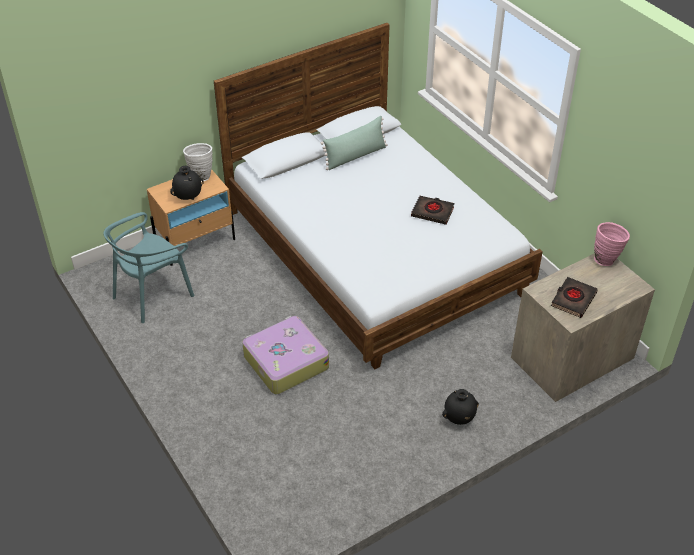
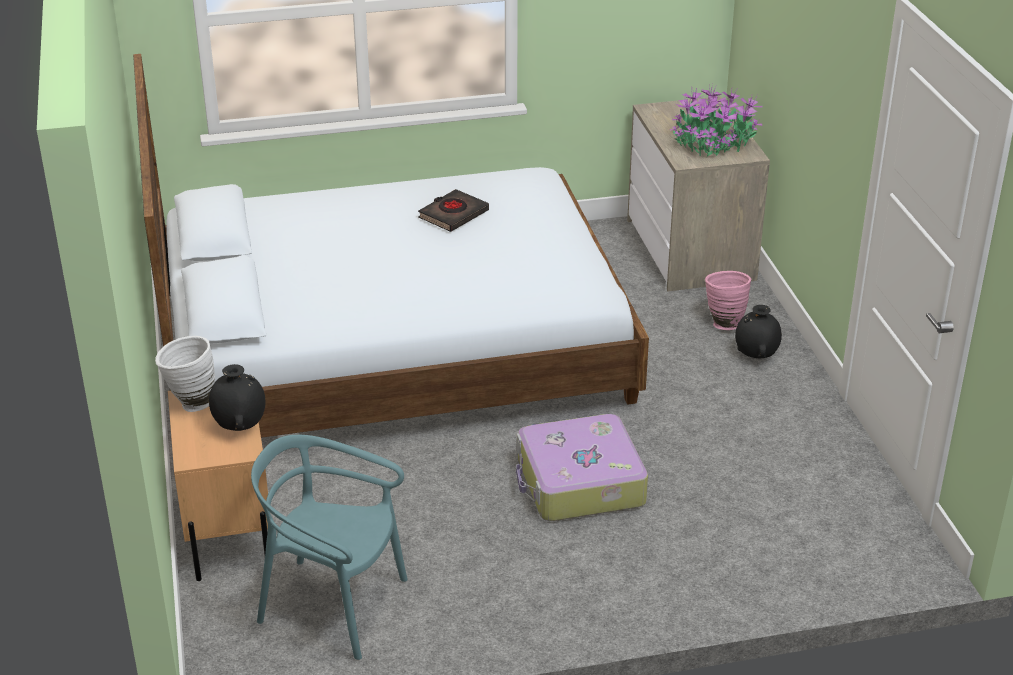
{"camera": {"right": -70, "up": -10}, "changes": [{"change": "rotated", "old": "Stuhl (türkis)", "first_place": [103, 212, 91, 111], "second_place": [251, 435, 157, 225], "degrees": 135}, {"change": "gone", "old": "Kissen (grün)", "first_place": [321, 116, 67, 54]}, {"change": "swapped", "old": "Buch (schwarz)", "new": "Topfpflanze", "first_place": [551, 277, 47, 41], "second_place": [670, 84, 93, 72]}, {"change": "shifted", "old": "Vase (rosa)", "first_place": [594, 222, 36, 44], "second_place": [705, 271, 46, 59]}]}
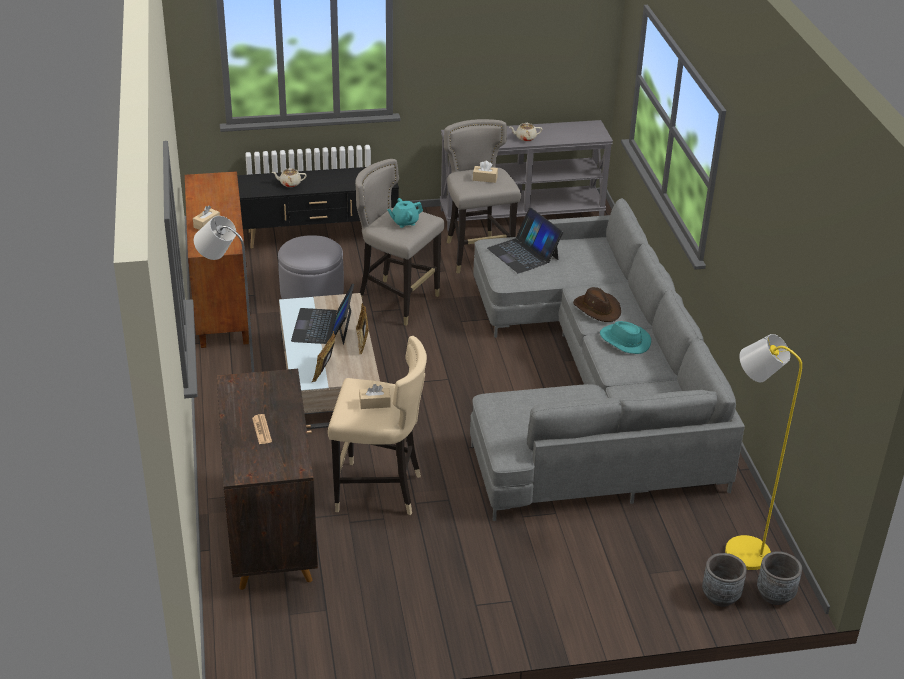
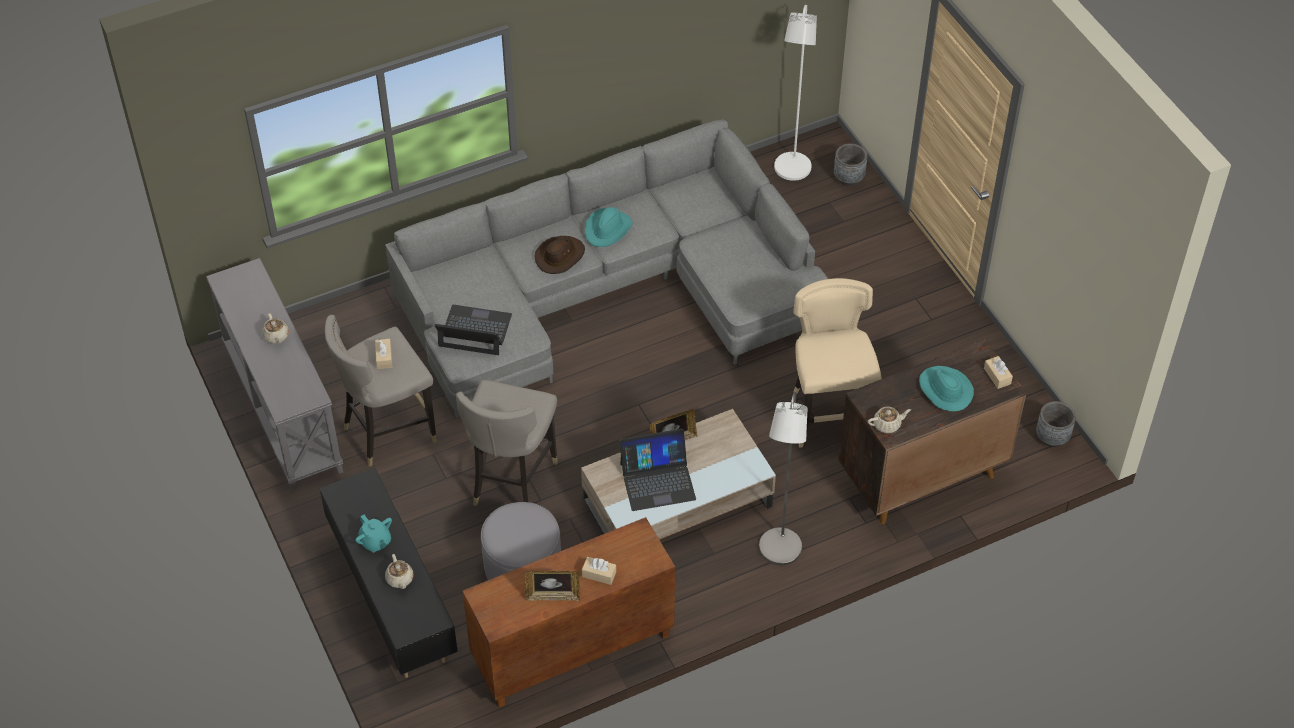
{"camera": {"right": -105, "up": 15}, "changes": [{"change": "swapped", "old": "Zeitung", "new": "Hut (türkis)", "first_place": [252, 414, 20, 30], "second_place": [919, 366, 55, 46]}, {"change": "shifted", "old": "Bilderrahmen", "first_place": [312, 331, 23, 51], "second_place": [525, 571, 55, 30]}, {"change": "shifted", "old": "Taschentuchbox (beige)", "first_place": [359, 384, 32, 25], "second_place": [984, 356, 29, 33]}, {"change": "shifted", "old": "Teekanne (türkis)", "first_place": [387, 198, 36, 30], "second_place": [355, 515, 37, 37]}, {"change": "rotated", "old": "Laptop", "first_place": [487, 207, 76, 66], "second_place": [435, 305, 77, 50], "degrees": -120}, {"change": "repainted", "old": "Stehlampe (gelb)", "new": "Stehlampe (weiß)", "first_place": [725, 334, 77, 236], "second_place": [774, 5, 43, 176]}, {"change": "shifted", "old": "Pflanzkübel (grau)", "first_place": [757, 551, 45, 54], "second_place": [1036, 401, 40, 46]}, {"change": "new", "new": "Teekanne (beige)", "second_place": [868, 407, 43, 26]}]}
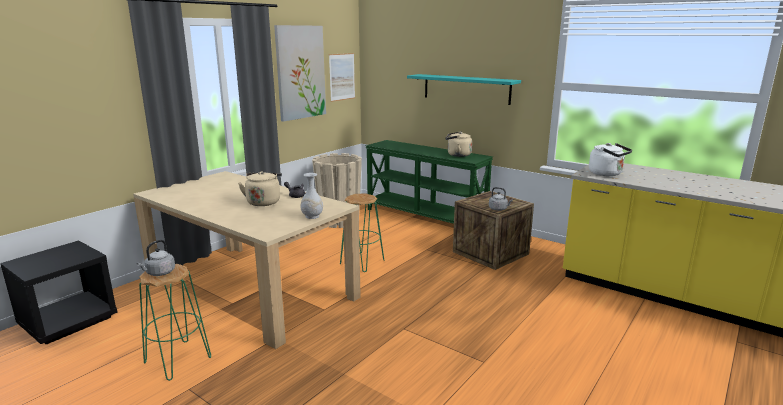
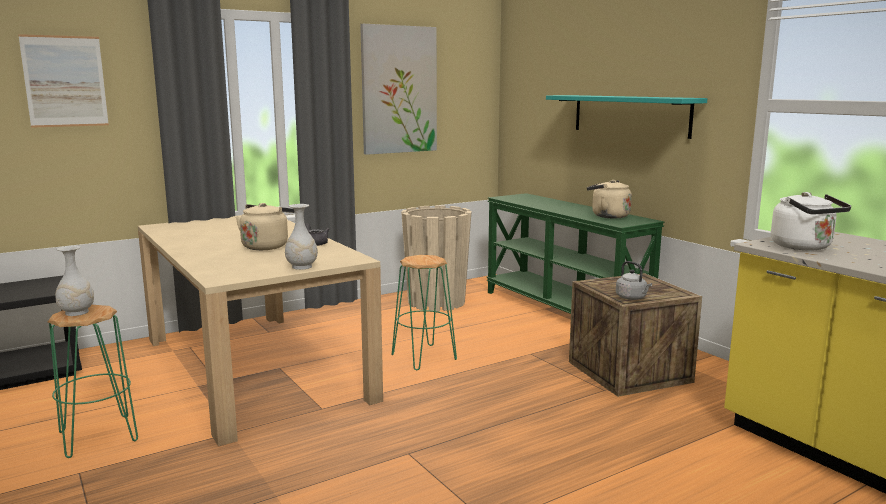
{"camera": {"right": 20, "up": -5}, "changes": [{"change": "swapped", "old": "Wasserkessel (grau)", "new": "Vase (weiß)", "first_place": [136, 240, 39, 36], "second_place": [55, 246, 39, 70]}, {"change": "shifted", "old": "Bild", "first_place": [329, 53, 26, 49], "second_place": [18, 34, 91, 94]}]}
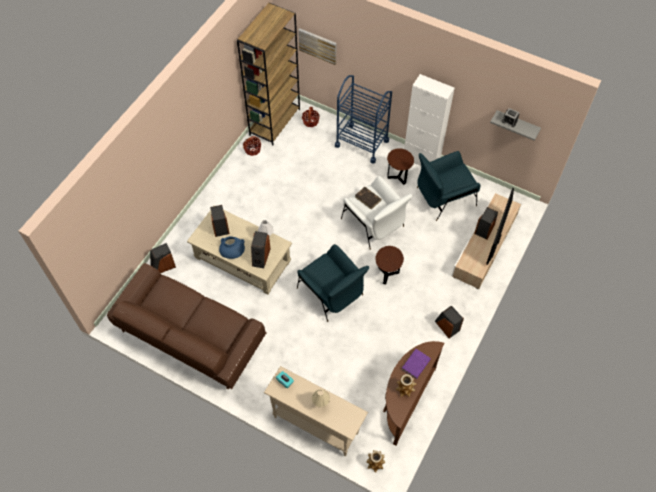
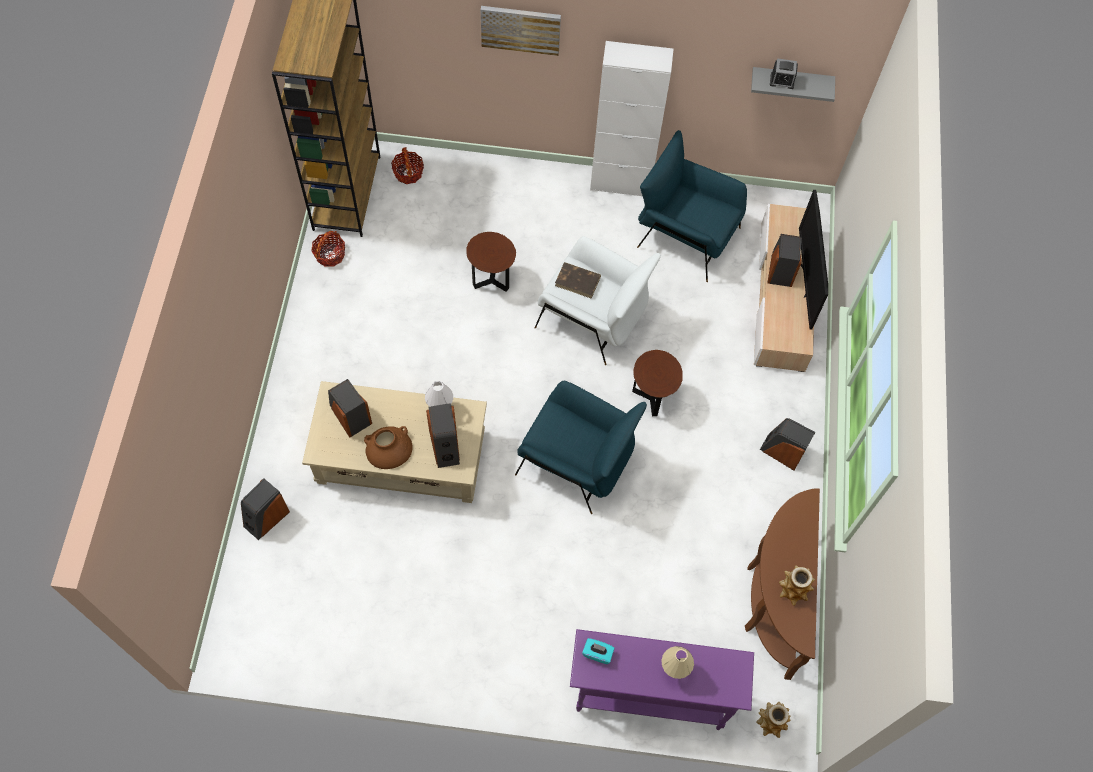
{"camera": {"right": -25, "up": 5}, "changes": [{"change": "gone", "old": "Sofa (braun)", "first_place": [107, 263, 160, 126]}, {"change": "repainted", "old": "Vase (blau)", "new": "Vase (braun)", "first_place": [219, 236, 26, 23], "second_place": [364, 426, 49, 43]}, {"change": "repainted", "old": "Konsolentisch (beige)", "new": "Konsolentisch (lila)", "first_place": [264, 366, 104, 90], "second_place": [570, 629, 184, 101]}, {"change": "shifted", "old": "Bild", "first_place": [298, 29, 38, 36], "second_place": [481, 6, 80, 50]}, {"change": "gone", "old": "Rollwagen (blau)", "first_place": [335, 75, 57, 88]}, {"change": "shifted", "old": "Beistelltisch (braun)", "first_place": [387, 148, 27, 37], "second_place": [466, 232, 50, 60]}, {"change": "gone", "old": "Buch (lila)", "first_place": [401, 349, 30, 30]}, {"change": "rotated", "old": "Sessel (blau)", "first_place": [417, 151, 64, 70], "second_place": [637, 130, 110, 152], "degrees": 75}]}
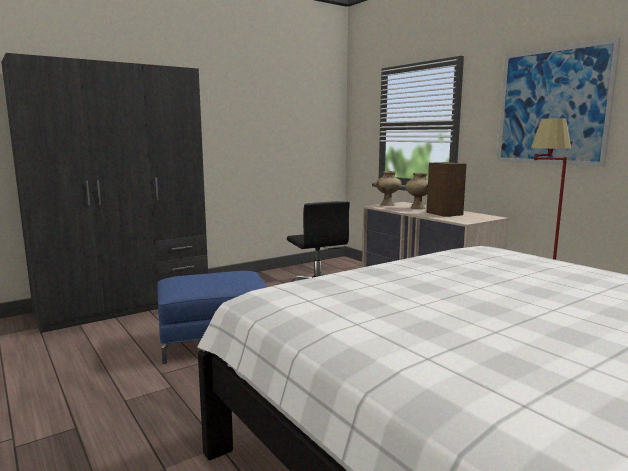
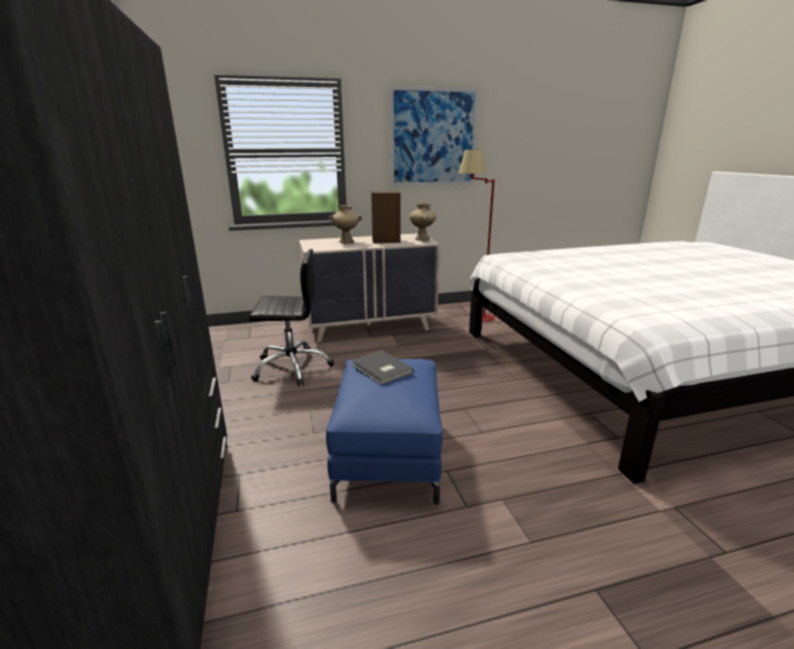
{"camera": {"right": -70, "up": 10}, "changes": [{"change": "shifted", "old": "Vase (beige)", "first_place": [375, 171, 27, 35], "second_place": [410, 203, 26, 38]}, {"change": "new", "new": "Buch (grau)", "second_place": [352, 350, 61, 35]}]}
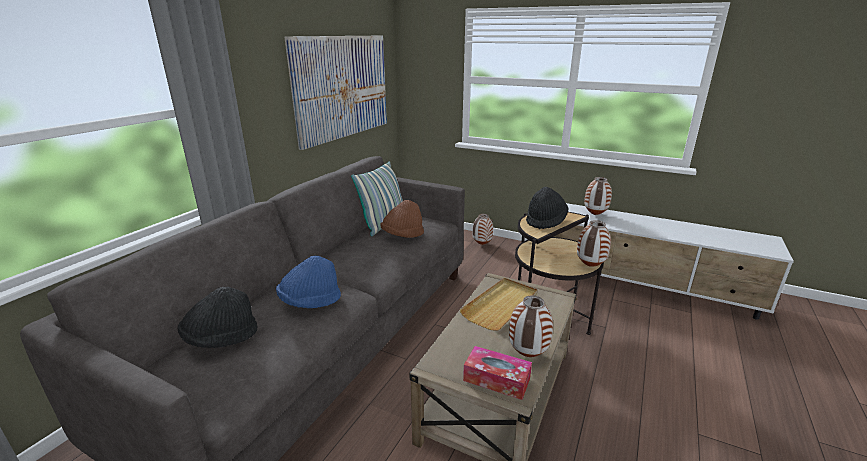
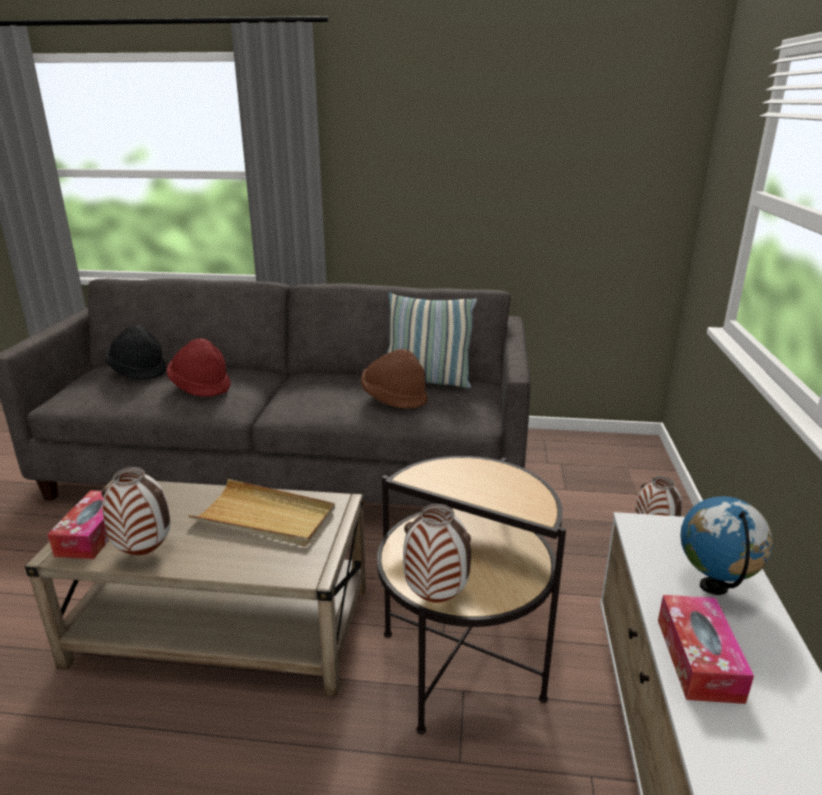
{"camera": {"right": 70, "up": 0}, "changes": [{"change": "repainted", "old": "Hut (blau)", "new": "Hut (rot)", "first_place": [276, 256, 65, 52], "second_place": [166, 339, 65, 58]}, {"change": "gone", "old": "Bild", "first_place": [284, 36, 103, 114]}, {"change": "gone", "old": "Hut (schwarz)", "first_place": [526, 187, 43, 42]}, {"change": "swapped", "old": "Vase", "new": "Globus", "first_place": [584, 177, 28, 38], "second_place": [681, 496, 92, 99]}, {"change": "new", "new": "Taschentuchbox", "second_place": [658, 595, 96, 109]}]}
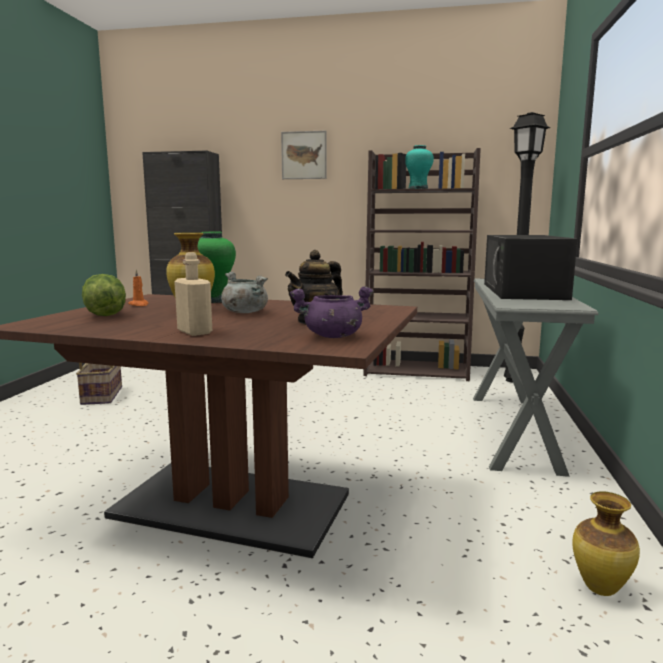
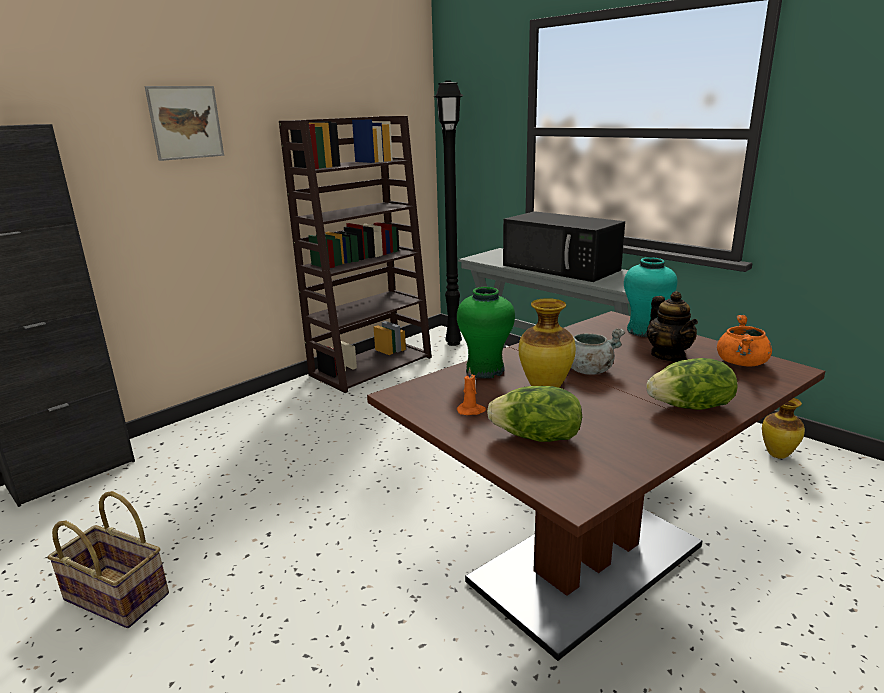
{"camera": {"right": -55, "up": 10}, "changes": [{"change": "swapped", "old": "Flasche (beige)", "new": "Salatkopf", "first_place": [174, 252, 38, 84], "second_place": [646, 358, 92, 52]}, {"change": "repainted", "old": "Kochtopf (lila)", "new": "Kochtopf (orange)", "first_place": [290, 286, 83, 52], "second_place": [717, 315, 55, 52]}, {"change": "shifted", "old": "Vase (türkis)", "first_place": [406, 145, 28, 44], "second_place": [624, 257, 53, 80]}]}
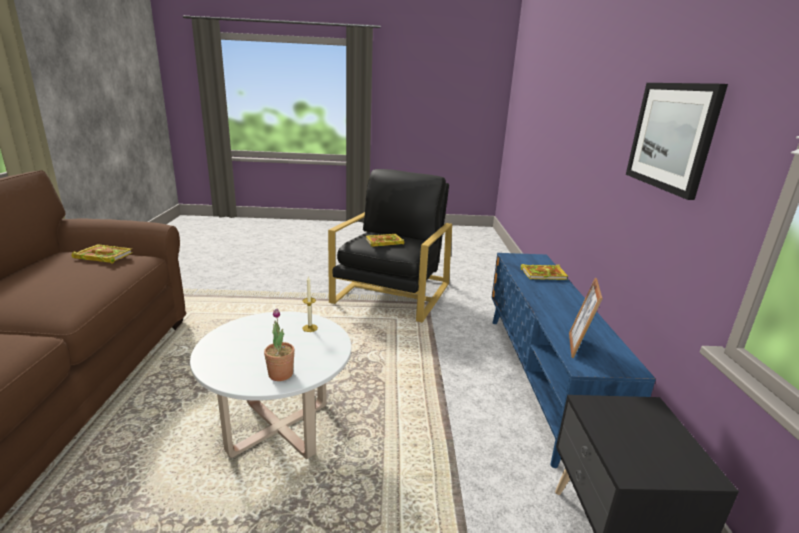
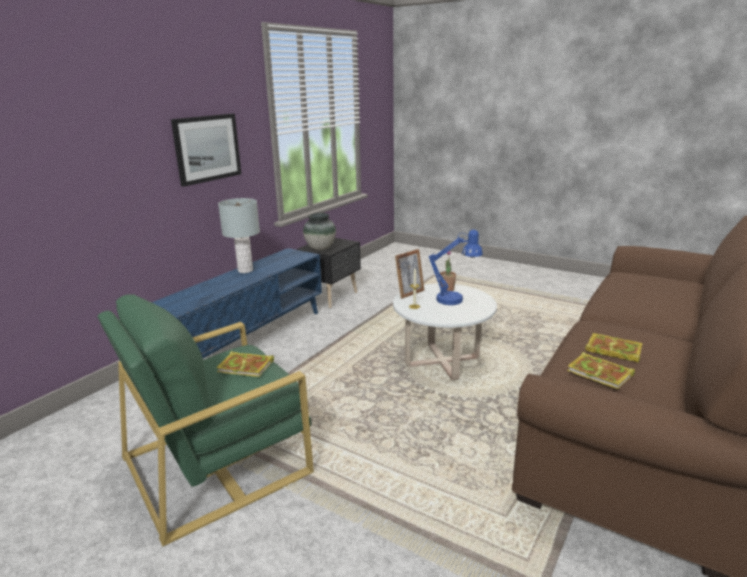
{"camera": {"right": -145, "up": 0}, "changes": [{"change": "repainted", "old": "Sessel (schwarz)", "new": "Sessel (grün)", "first_place": [328, 169, 124, 154], "second_place": [97, 294, 217, 253]}, {"change": "shifted", "old": "Buch", "first_place": [521, 264, 47, 16], "second_place": [585, 333, 57, 30]}, {"change": "shifted", "old": "Bilderrahmen", "first_place": [569, 278, 34, 80], "second_place": [395, 249, 29, 50]}, {"change": "new", "new": "Tischlampe (grau)", "second_place": [218, 198, 42, 75]}, {"change": "new", "new": "Vase", "second_place": [303, 213, 33, 37]}, {"change": "new", "new": "Tischlampe (blau)", "second_place": [429, 229, 54, 76]}]}
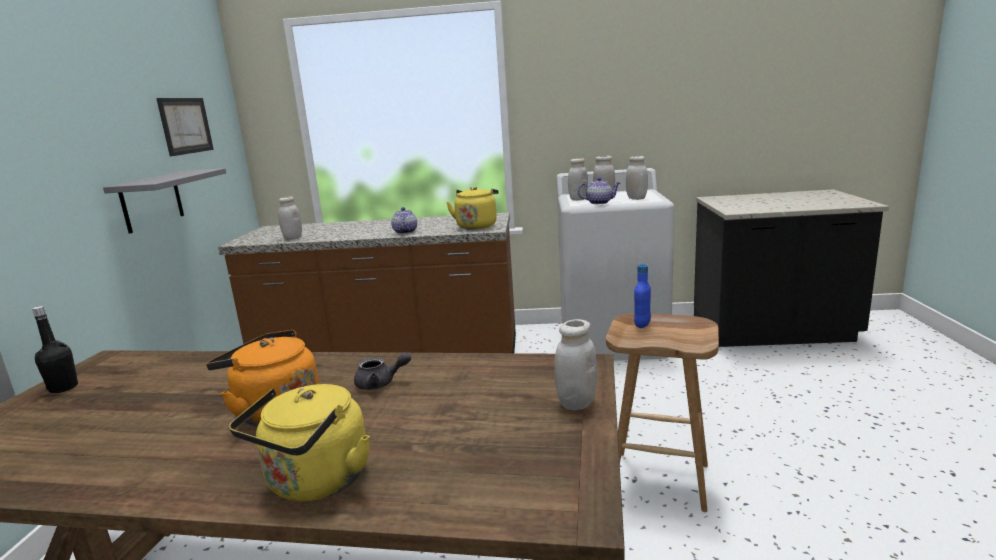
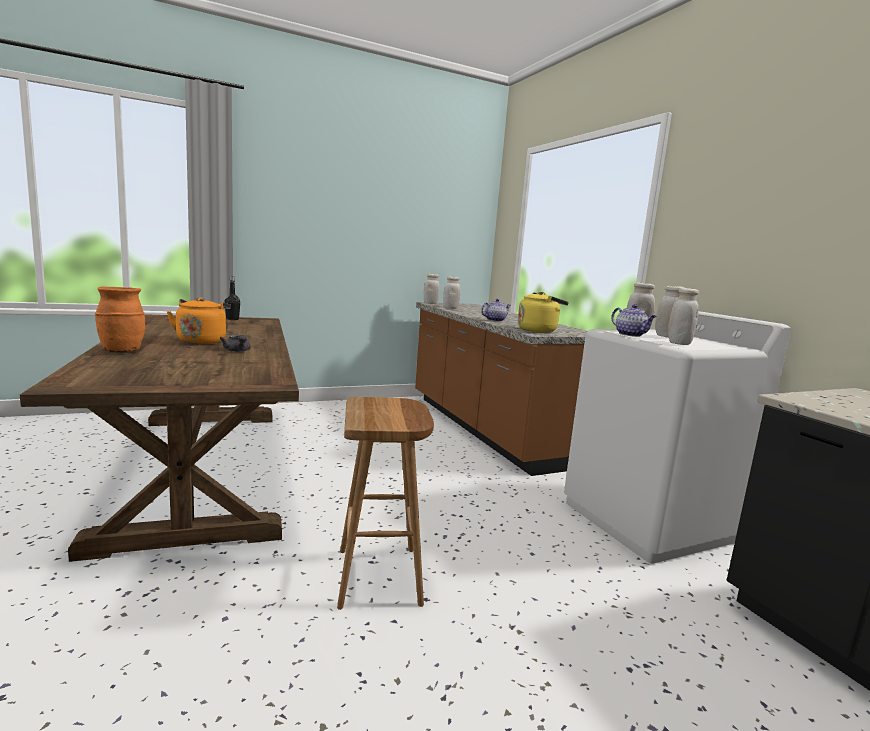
{"camera": {"right": 60, "up": -5}, "changes": [{"change": "gone", "old": "Wandregal (grau)", "first_place": [103, 168, 123, 66]}, {"change": "gone", "old": "Bild", "first_place": [156, 98, 58, 58]}, {"change": "swapped", "old": "Wasserkessel (gelb)", "new": "Vase (orange)", "first_place": [229, 384, 141, 118], "second_place": [95, 286, 50, 67]}, {"change": "shifted", "old": "Vorratsglas (weiß)", "first_place": [554, 319, 43, 91], "second_place": [424, 274, 15, 30]}, {"change": "gone", "old": "Flasche (blau)", "first_place": [634, 264, 17, 64]}]}
